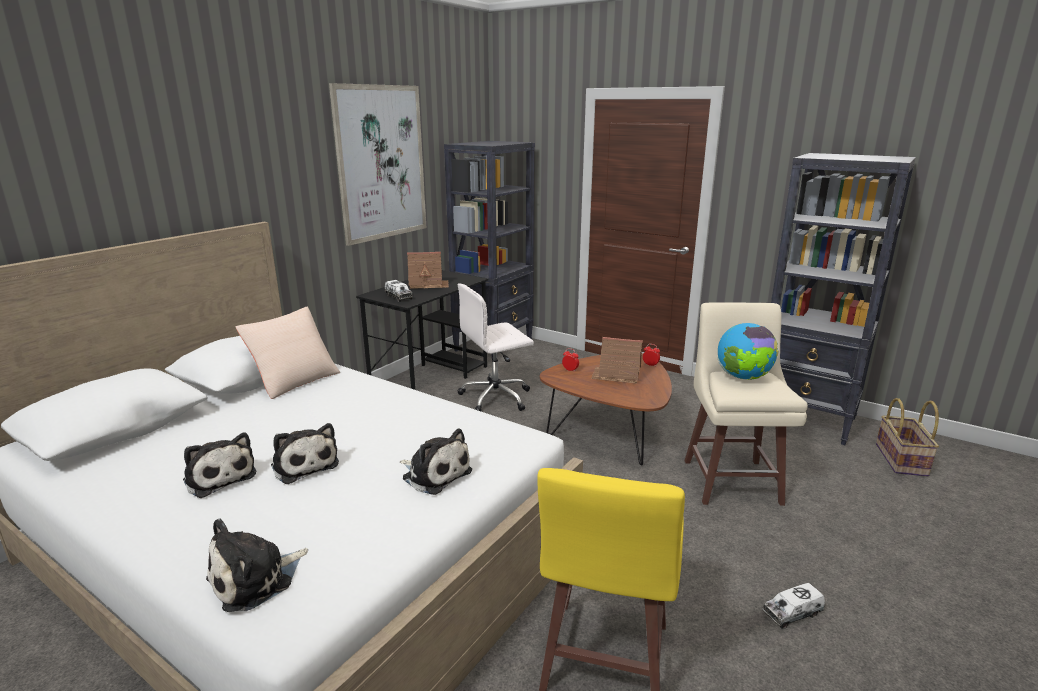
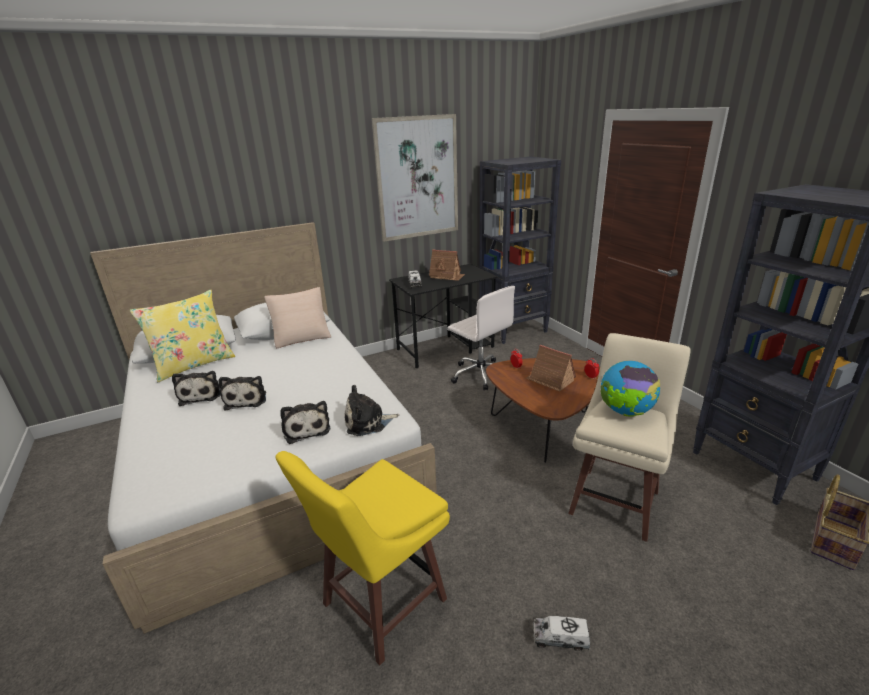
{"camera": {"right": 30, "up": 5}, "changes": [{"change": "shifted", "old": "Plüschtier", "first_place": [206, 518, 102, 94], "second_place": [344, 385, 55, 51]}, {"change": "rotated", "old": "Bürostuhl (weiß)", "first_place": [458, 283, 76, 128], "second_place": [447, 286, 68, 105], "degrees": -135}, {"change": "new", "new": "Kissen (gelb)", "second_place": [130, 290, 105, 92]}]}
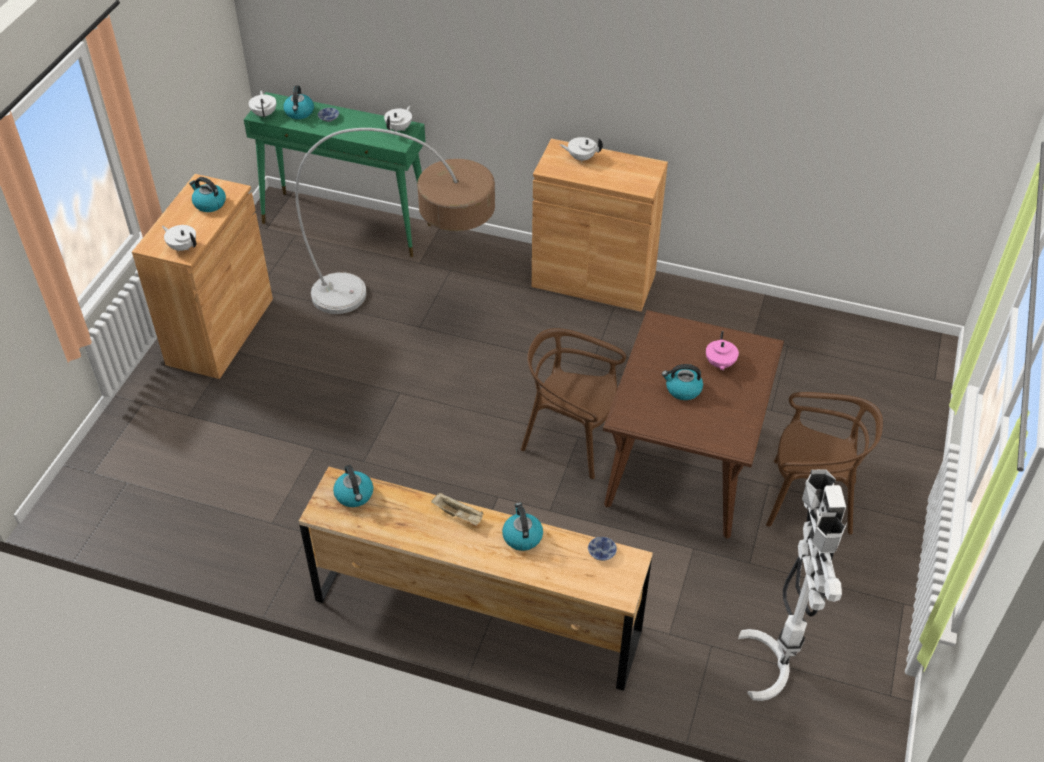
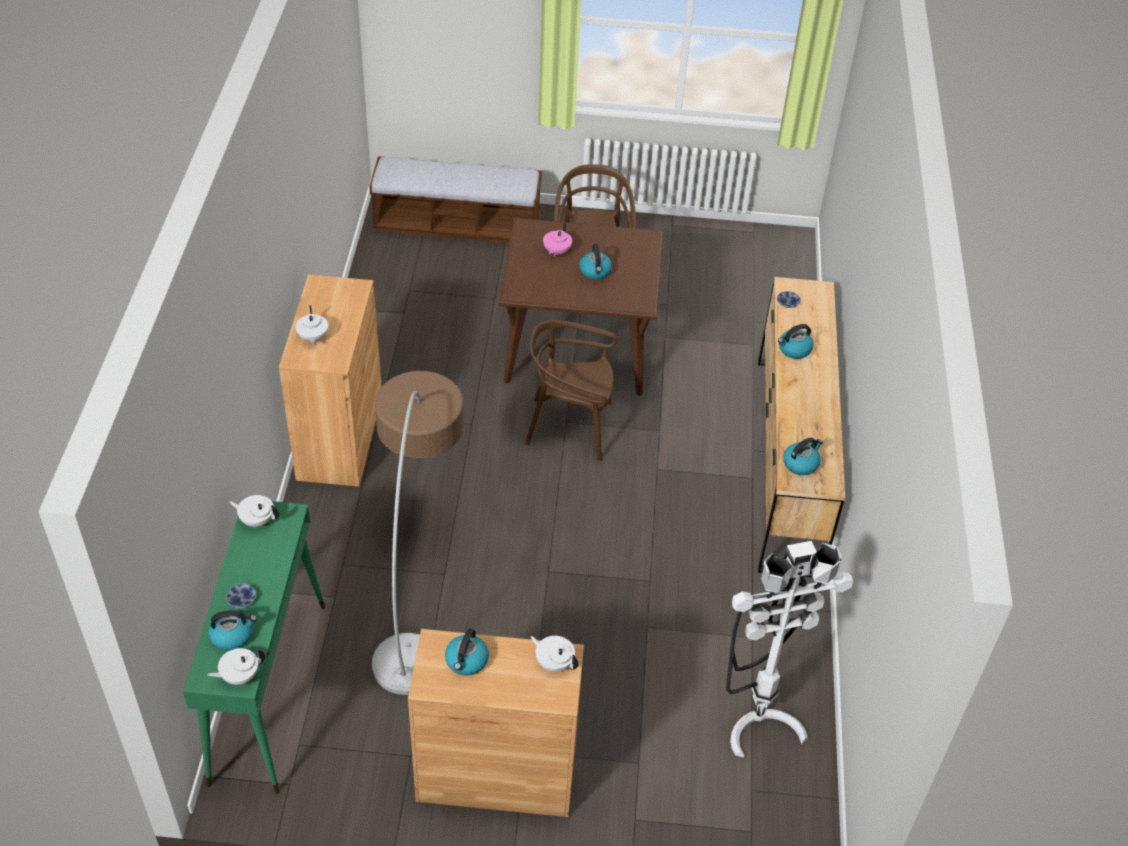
{"camera": {"right": -105, "up": 0}, "changes": [{"change": "rotated", "old": "Teekanne (weiß)", "first_place": [162, 225, 35, 27], "second_place": [530, 636, 48, 36], "degrees": 105}, {"change": "gone", "old": "Tablett (beige)", "first_place": [431, 493, 52, 33]}, {"change": "rotated", "old": "Stuhl (braun)", "first_place": [521, 328, 105, 151], "second_place": [525, 320, 92, 141], "degrees": 90}, {"change": "rotated", "old": "Teekanne (rosa)", "first_place": [706, 331, 33, 40], "second_place": [543, 223, 29, 34], "degrees": 120}, {"change": "shifted", "old": "Stehlampe (weiß)", "first_place": [738, 469, 109, 232], "second_place": [726, 541, 127, 217]}, {"change": "new", "new": "Bank", "second_place": [369, 156, 173, 87]}]}
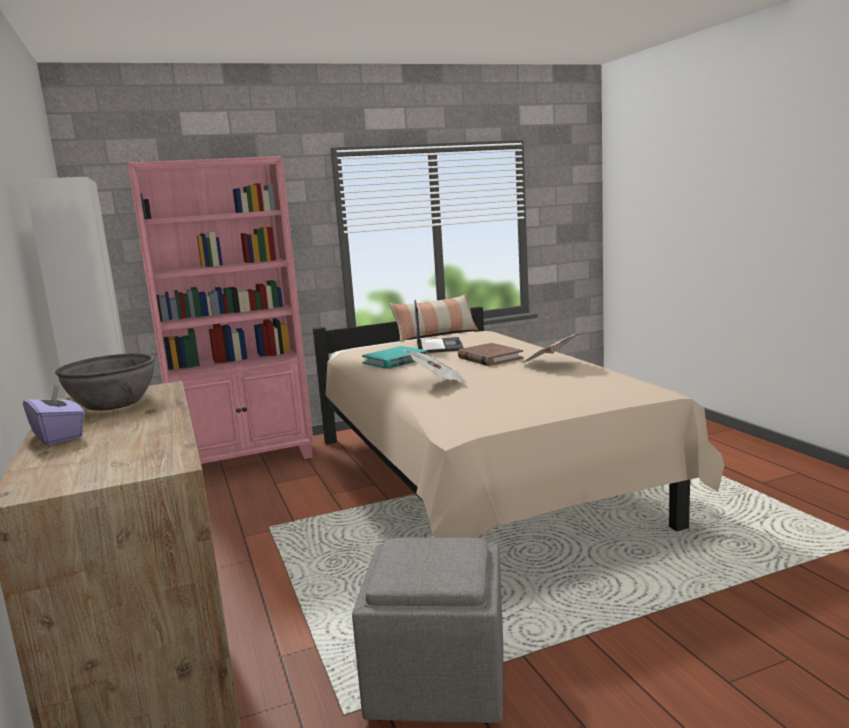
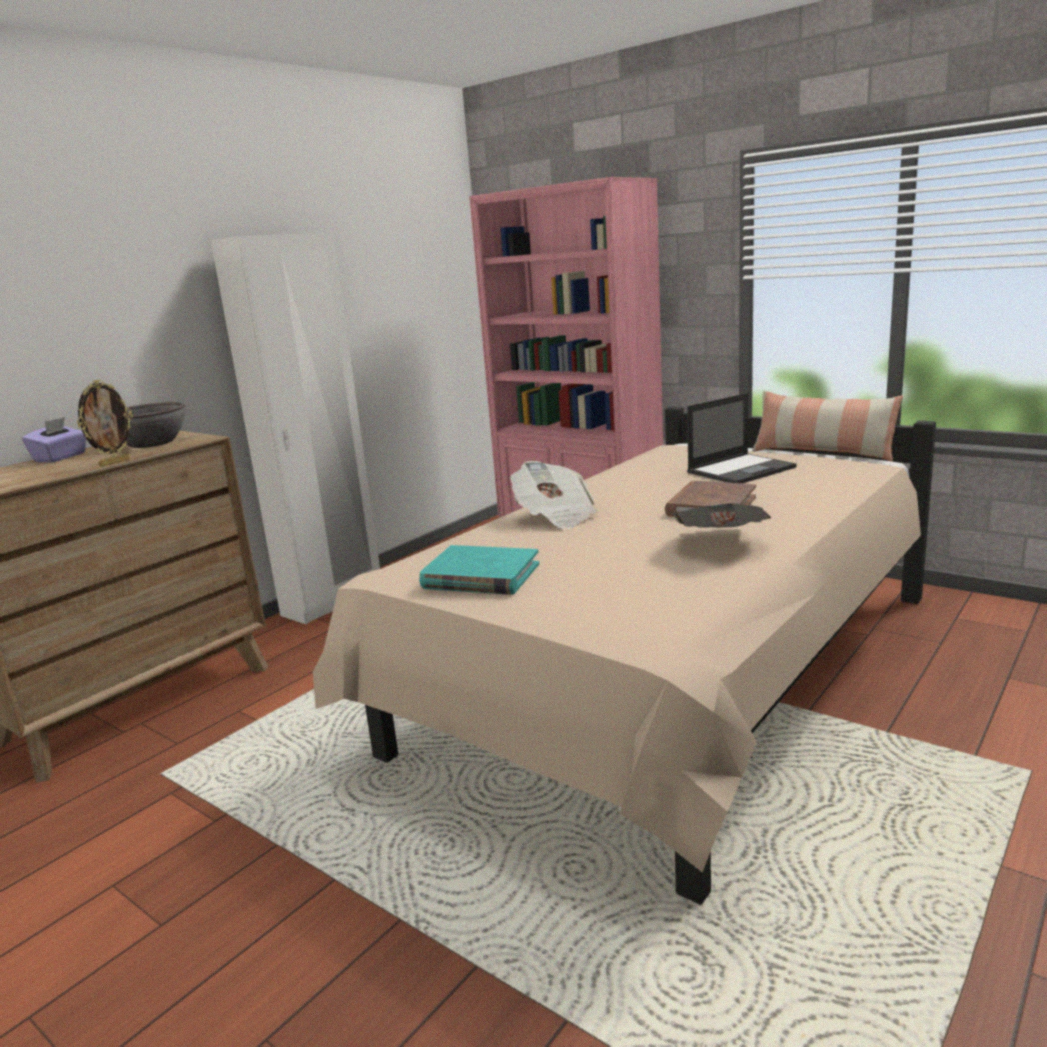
{"camera": {"right": 60, "up": 5}, "changes": [{"change": "gone", "old": "Polsterhocker (grau)", "first_place": [352, 538, 151, 186]}, {"change": "shifted", "old": "Buch (türkis)", "first_place": [362, 346, 66, 23], "second_place": [419, 545, 120, 50]}, {"change": "new", "new": "Bilderrahmen", "second_place": [77, 380, 56, 87]}]}
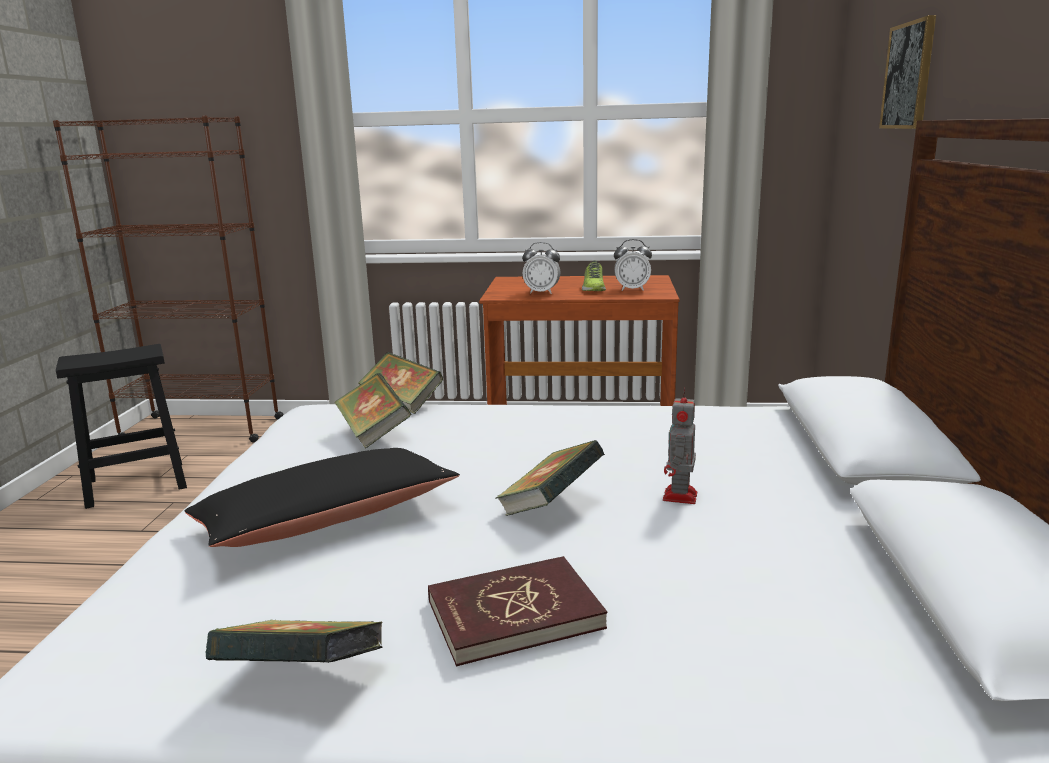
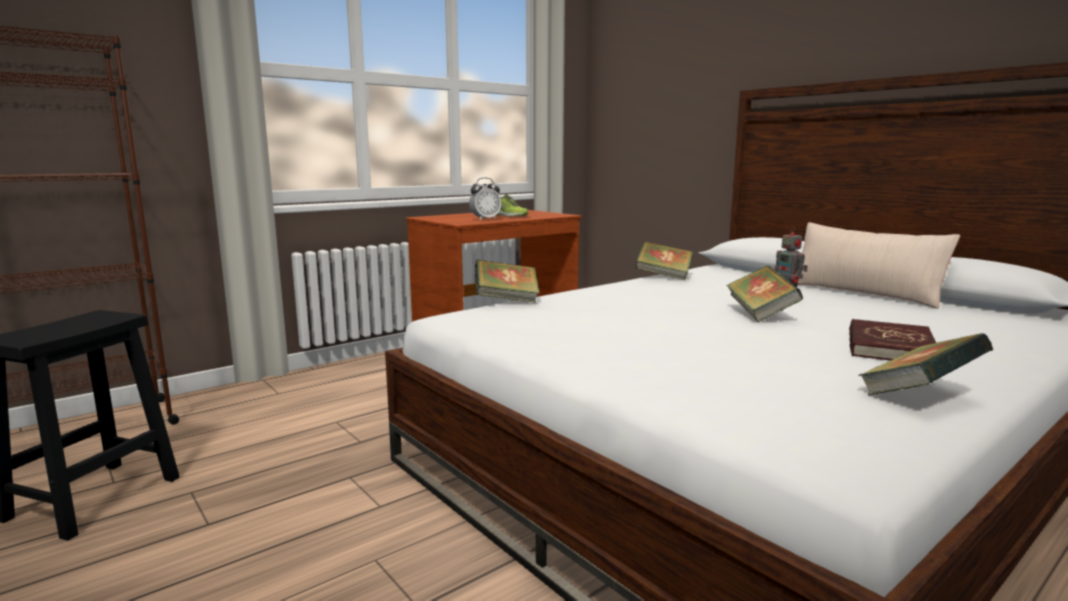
{"camera": {"right": -45, "up": -5}, "changes": [{"change": "gone", "old": "Kissen (schwarz)", "first_place": [184, 448, 276, 99]}, {"change": "shifted", "old": "Buch", "first_place": [334, 373, 77, 75], "second_place": [635, 241, 58, 39]}, {"change": "gone", "old": "Wecker", "first_place": [614, 239, 38, 52]}, {"change": "gone", "old": "Bild", "first_place": [879, 15, 57, 114]}, {"change": "new", "new": "Kissen (beige)", "second_place": [798, 222, 162, 87]}]}
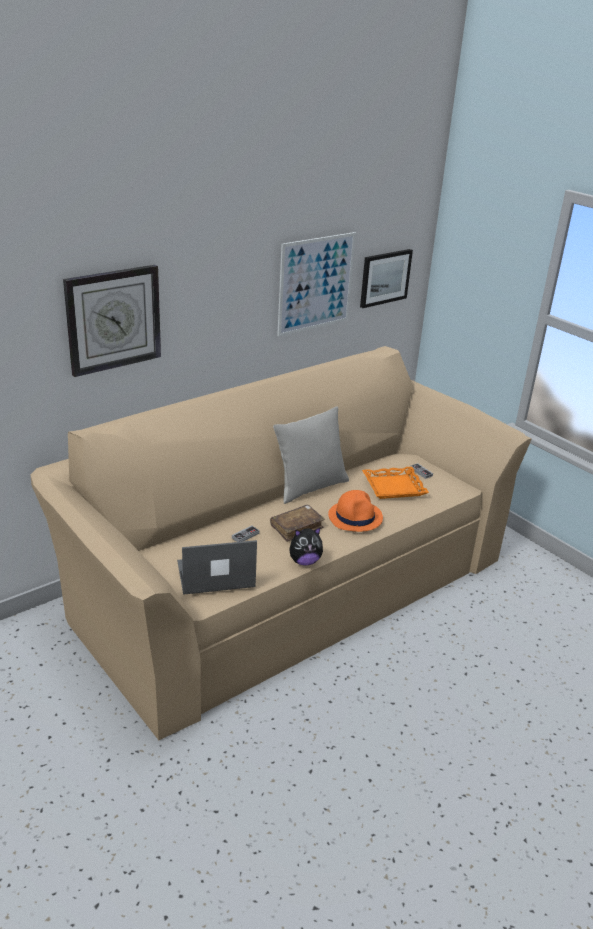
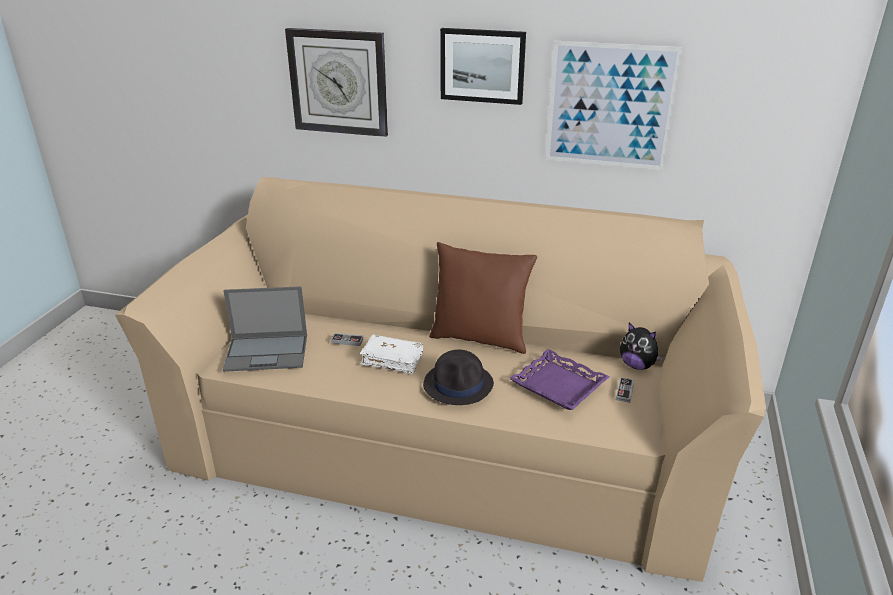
{"camera": {"right": 55, "up": 0}, "changes": [{"change": "rotated", "old": "Laptop", "first_place": [177, 540, 80, 55], "second_place": [222, 286, 85, 86], "degrees": 135}, {"change": "repainted", "old": "Buch (braun)", "new": "Buch (weiß)", "first_place": [270, 505, 55, 37], "second_place": [360, 335, 63, 39]}, {"change": "repainted", "old": "Kissen (grau)", "new": "Kissen (braun)", "first_place": [273, 406, 76, 98], "second_place": [429, 242, 108, 112]}, {"change": "shifted", "old": "Plüschtier", "first_place": [290, 528, 33, 37], "second_place": [620, 322, 44, 48]}, {"change": "repainted", "old": "Hut (orange)", "new": "Hut (schwarz)", "first_place": [328, 490, 55, 42], "second_place": [423, 350, 71, 55]}, {"change": "shifted", "old": "Bild", "first_place": [360, 249, 53, 59], "second_place": [440, 28, 86, 77]}, {"change": "repainted", "old": "Tablett (orange)", "new": "Tablett (lila)", "first_place": [362, 467, 67, 32], "second_place": [509, 349, 101, 61]}]}
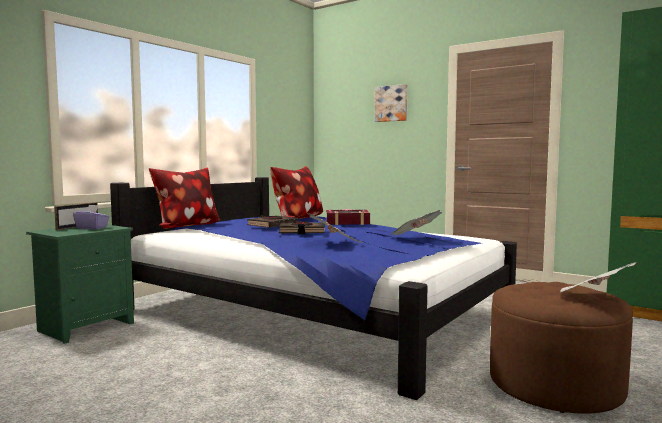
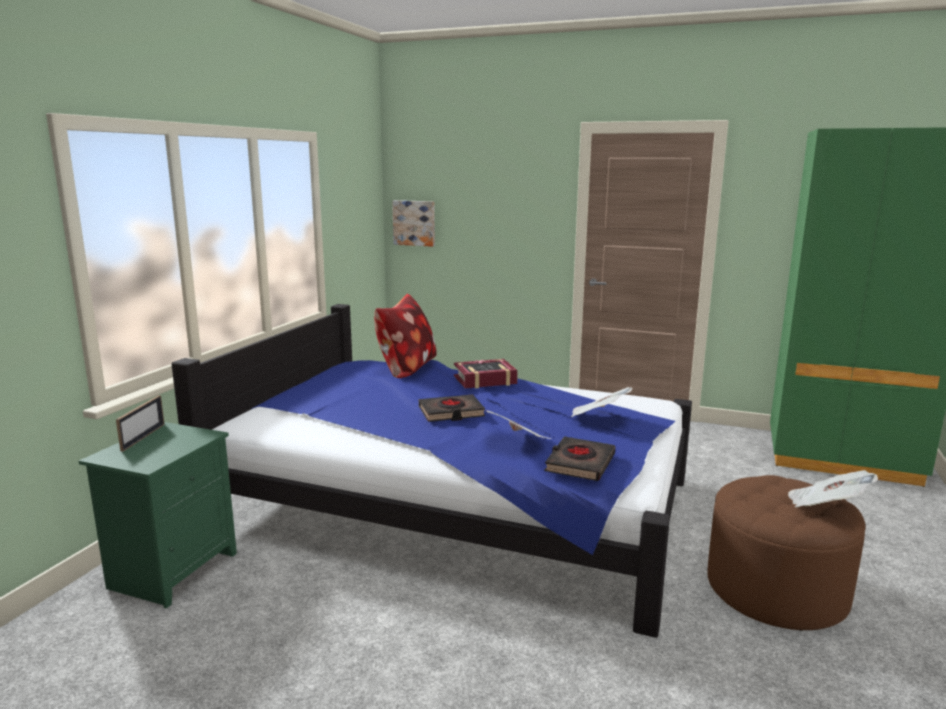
{"camera": {"right": -15, "up": 10}, "changes": [{"change": "gone", "old": "Taschentuchbox (lila)", "first_place": [73, 205, 37, 24]}, {"change": "gone", "old": "Kissen", "first_place": [149, 168, 71, 61]}, {"change": "shifted", "old": "Buch (schwarz)", "first_place": [247, 215, 51, 13], "second_place": [544, 436, 71, 45]}, {"change": "shifted", "old": "Bild", "first_place": [375, 84, 33, 38], "second_place": [392, 200, 43, 47]}]}
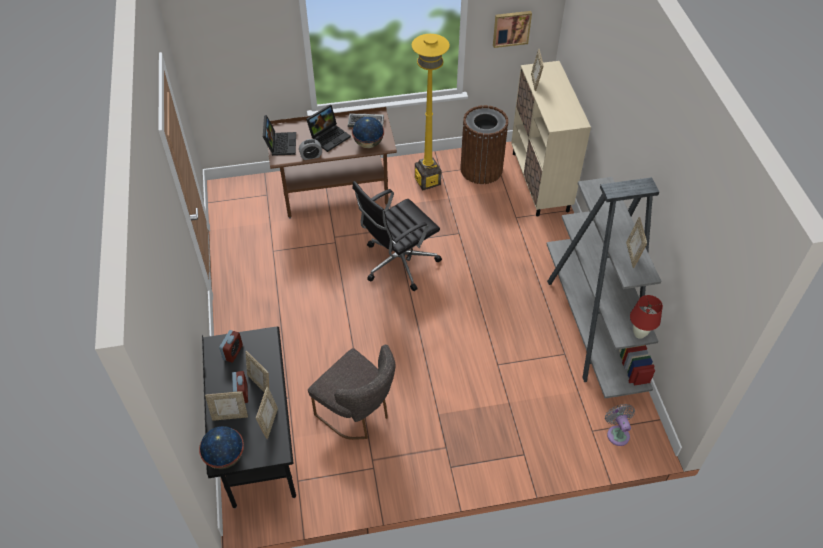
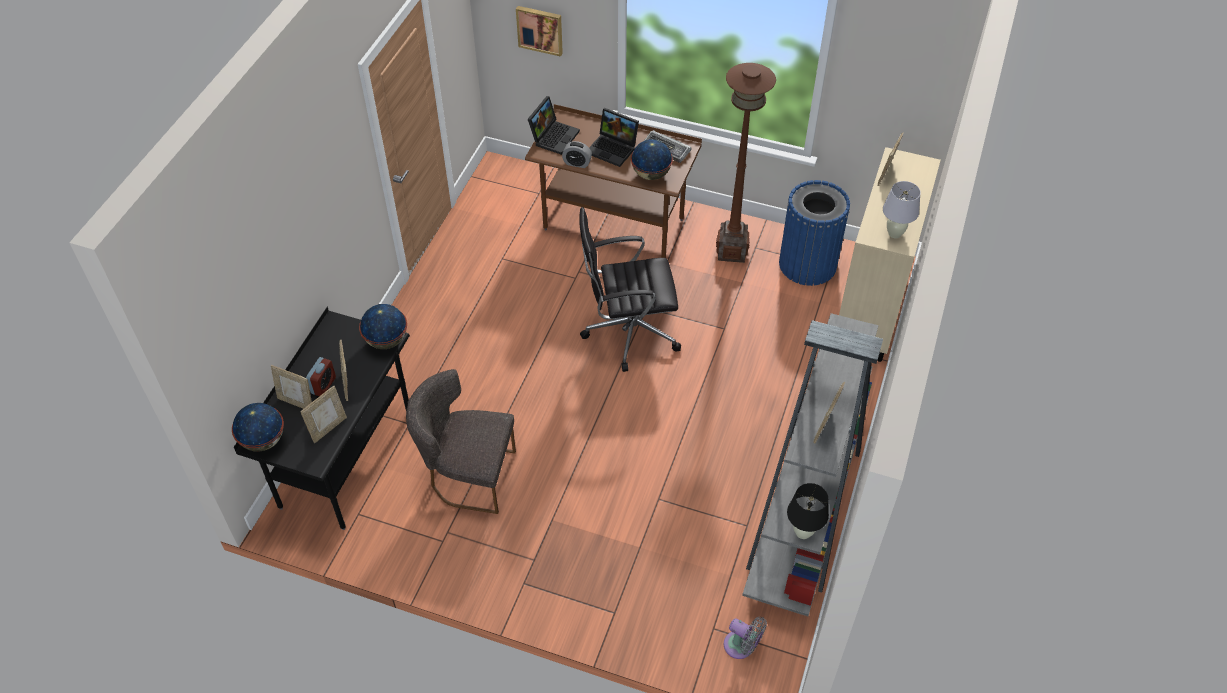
{"camera": {"right": 30, "up": 0}, "changes": [{"change": "gone", "old": "Wecker", "first_place": [219, 330, 24, 33]}, {"change": "rotated", "old": "Laptop", "first_place": [306, 105, 45, 47], "second_place": [589, 108, 50, 59], "degrees": 45}, {"change": "rotated", "old": "Stuhl (grau)", "first_place": [308, 344, 87, 96], "second_place": [406, 369, 110, 145], "degrees": 120}, {"change": "repainted", "old": "Stehlampe (gelb)", "new": "Stehlampe (braun)", "first_place": [412, 34, 38, 156], "second_place": [716, 63, 60, 200]}, {"change": "repainted", "old": "Mülleimer (braun)", "new": "Mülleimer (blau)", "first_place": [460, 105, 49, 79], "second_place": [779, 180, 71, 106]}, {"change": "shifted", "old": "Bild", "first_place": [493, 11, 39, 37], "second_place": [516, 6, 47, 51]}, {"change": "rotated", "old": "Ventilator (grau)", "first_place": [605, 404, 30, 42], "second_place": [724, 617, 43, 42], "degrees": 105}, {"change": "repainted", "old": "Tischlampe (rot)", "new": "Tischlampe (schwarz)", "first_place": [630, 295, 33, 44], "second_place": [787, 483, 42, 56]}, {"change": "new", "new": "Globus", "second_place": [359, 304, 48, 45]}, {"change": "new", "new": "Tischlampe (weiß)", "second_place": [883, 181, 38, 57]}]}
